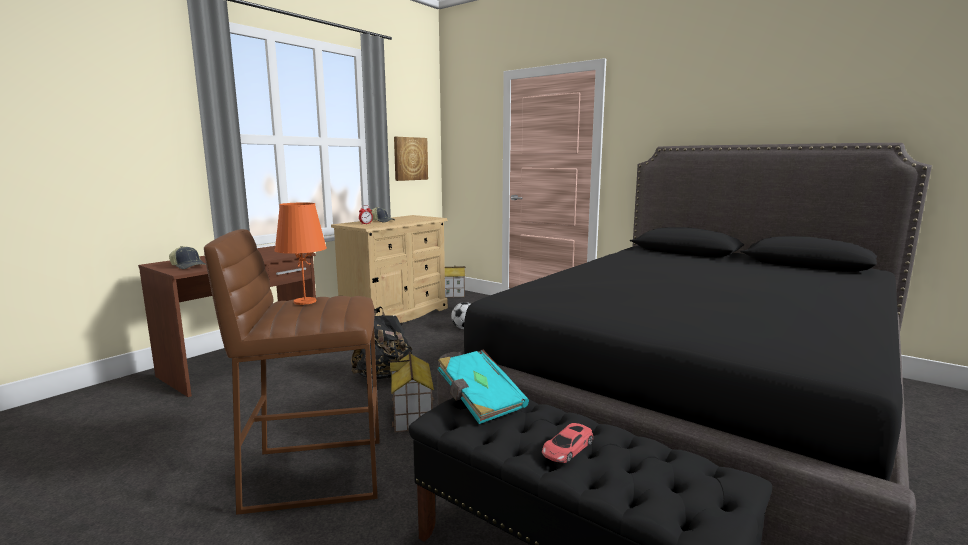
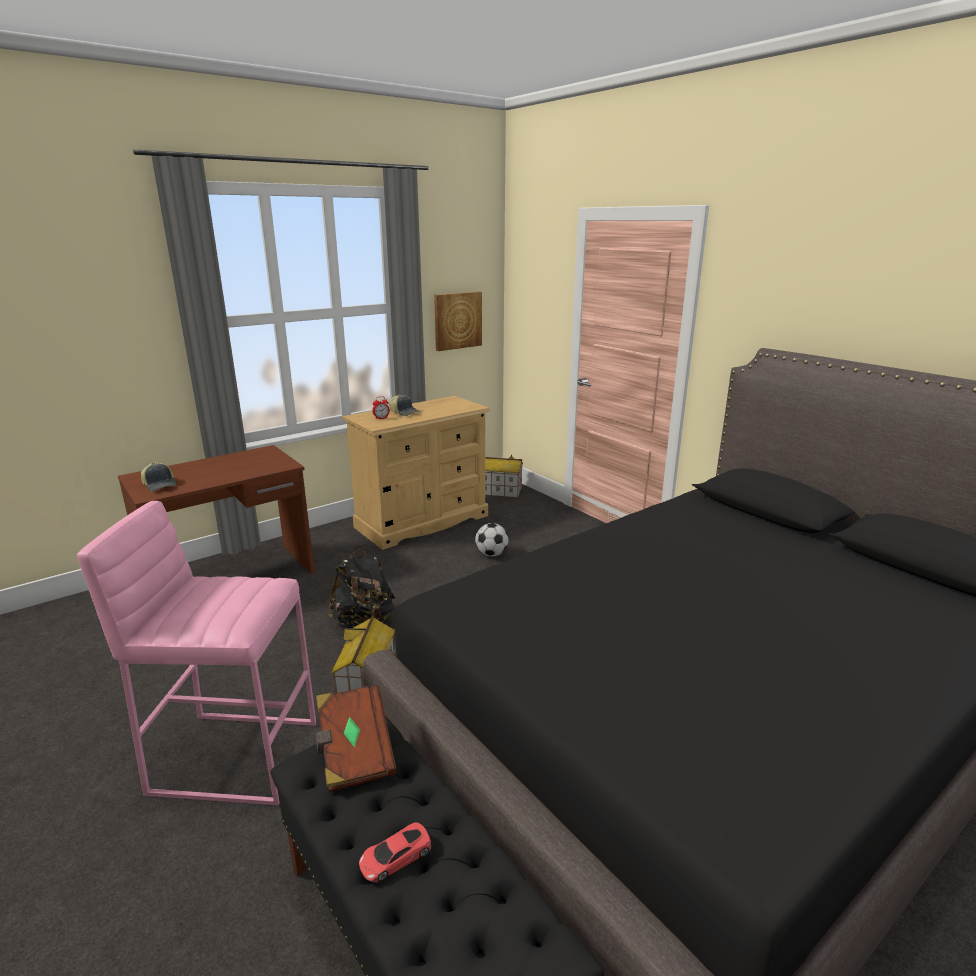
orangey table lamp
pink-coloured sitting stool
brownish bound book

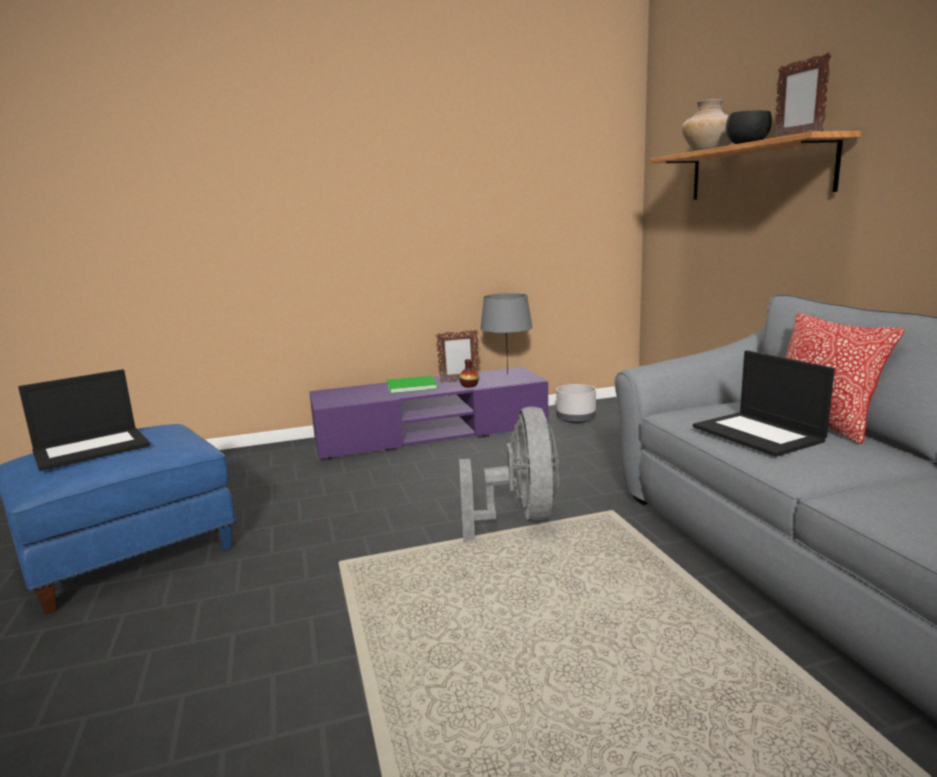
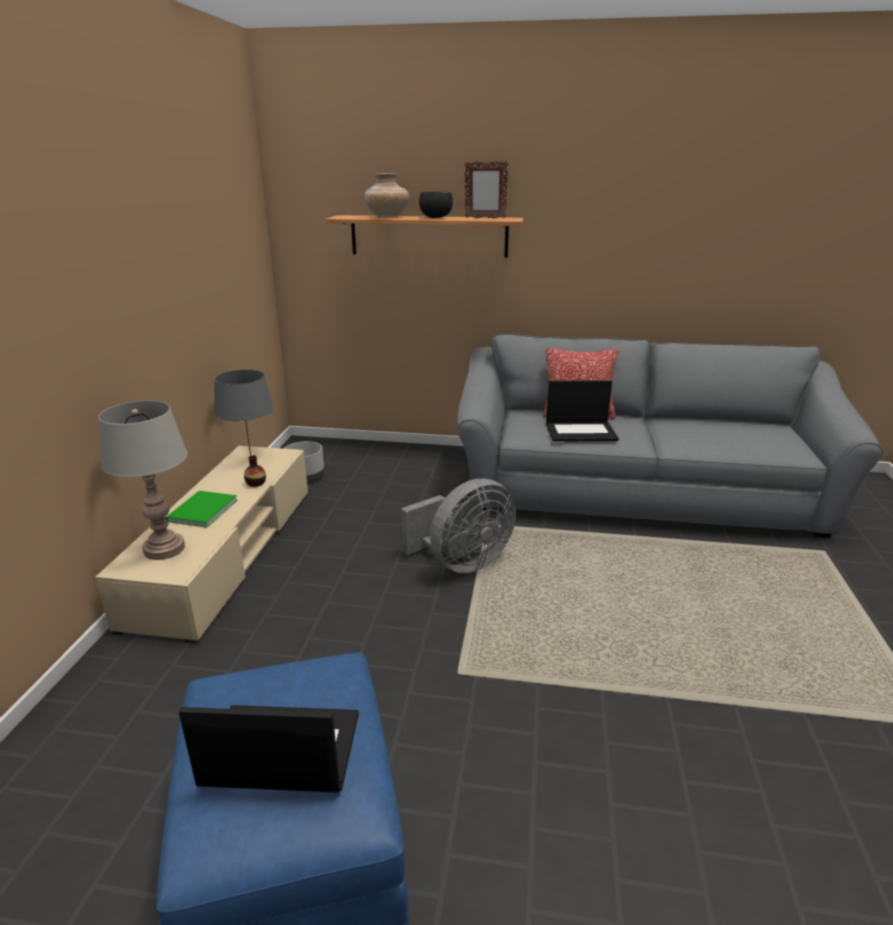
standing frame (no. 1 from left in the first image)
sand-coloured media console
portable computer (no. 1 from left)
grey fan
grey table lamp (no. 1 from left)

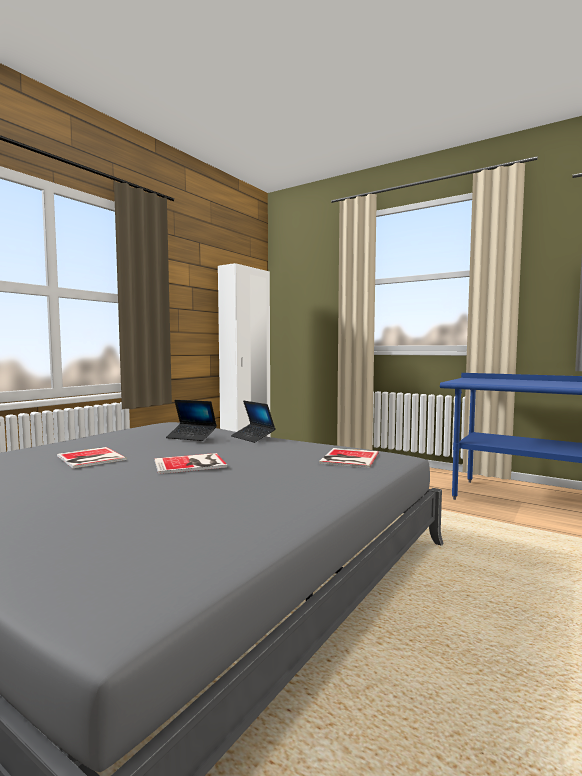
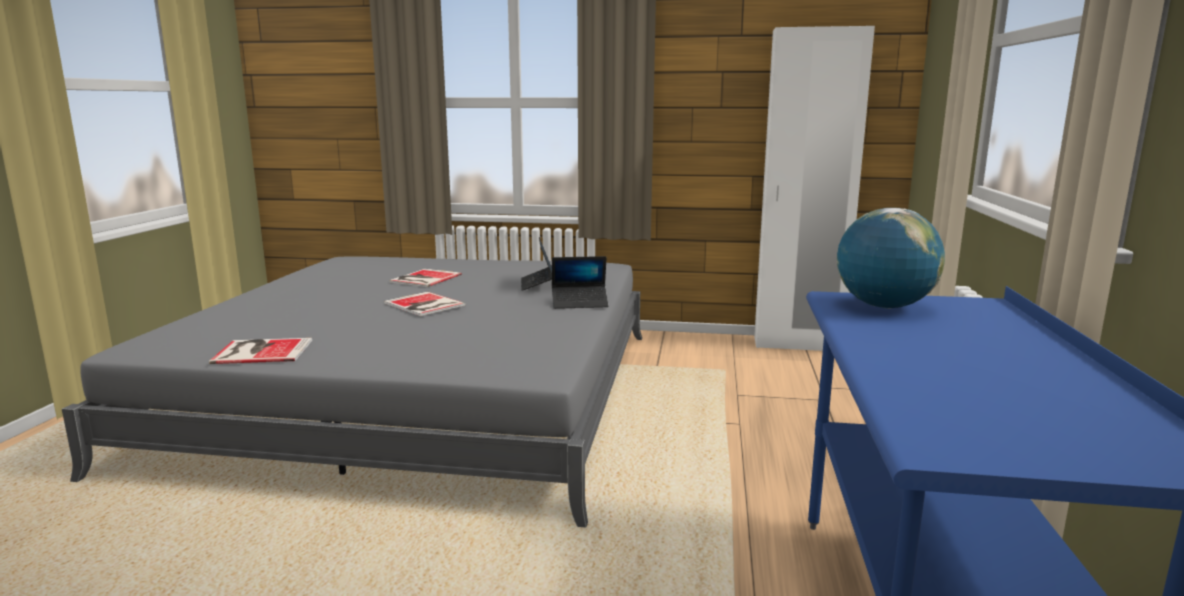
portable computer (no. 2 from left)
bound book (no. 1 from left)
desk globe

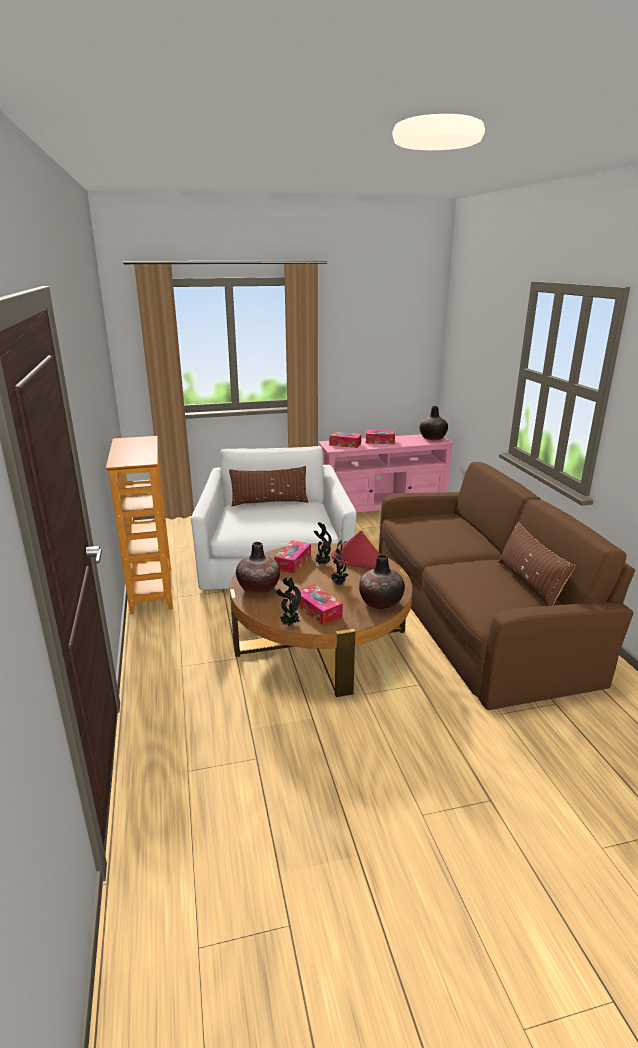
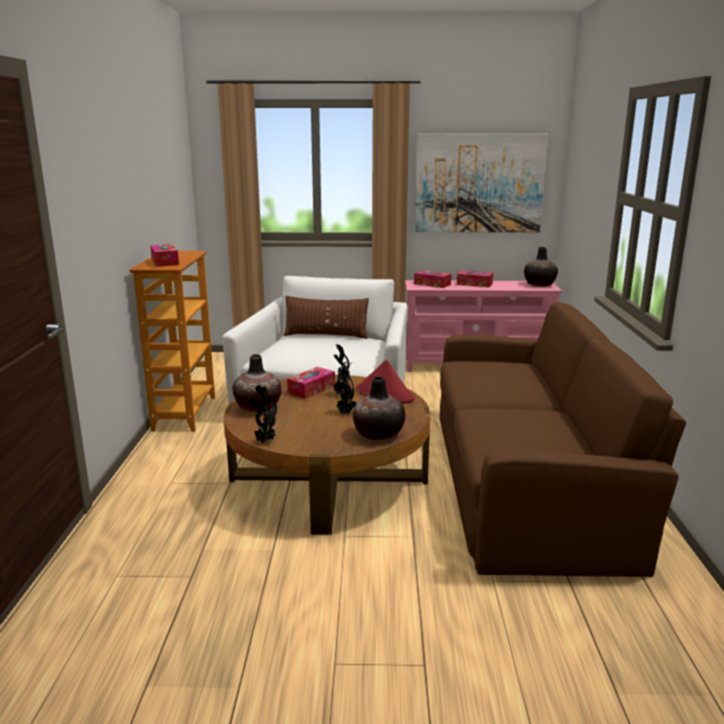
brownish throw pillow (no. 2 from left in the first image)
tissue holder (no. 1 from left)
wall art

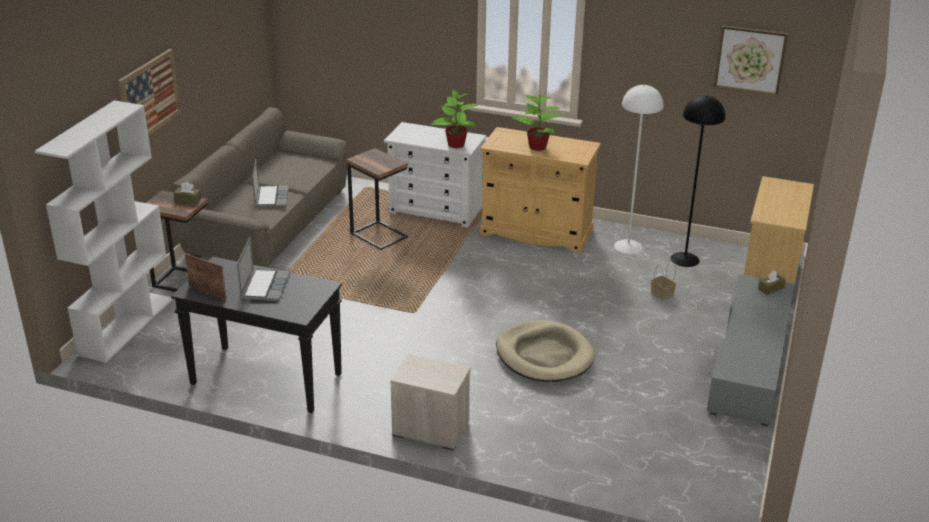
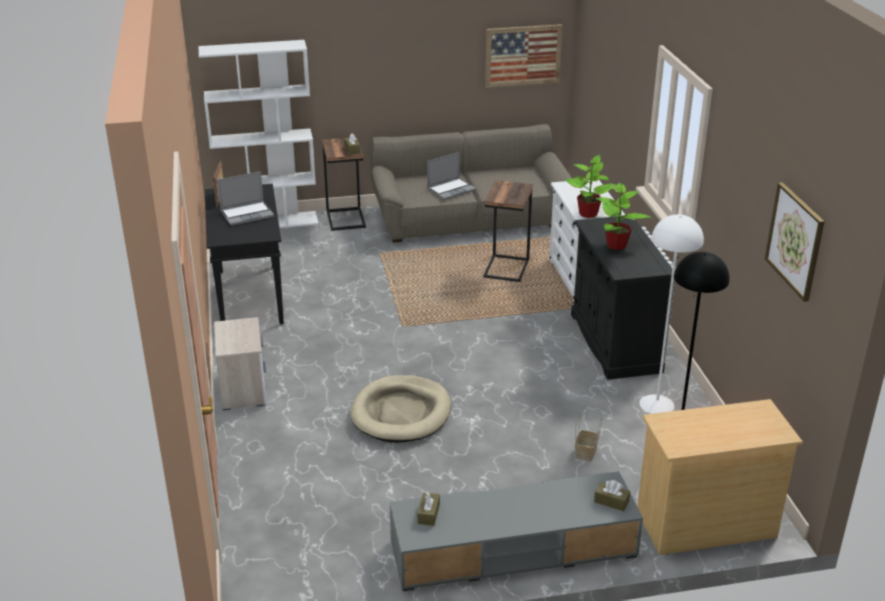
wall art (no. 1 from left)
black storage cabinet
brownish tissue holder (no. 2 from left)

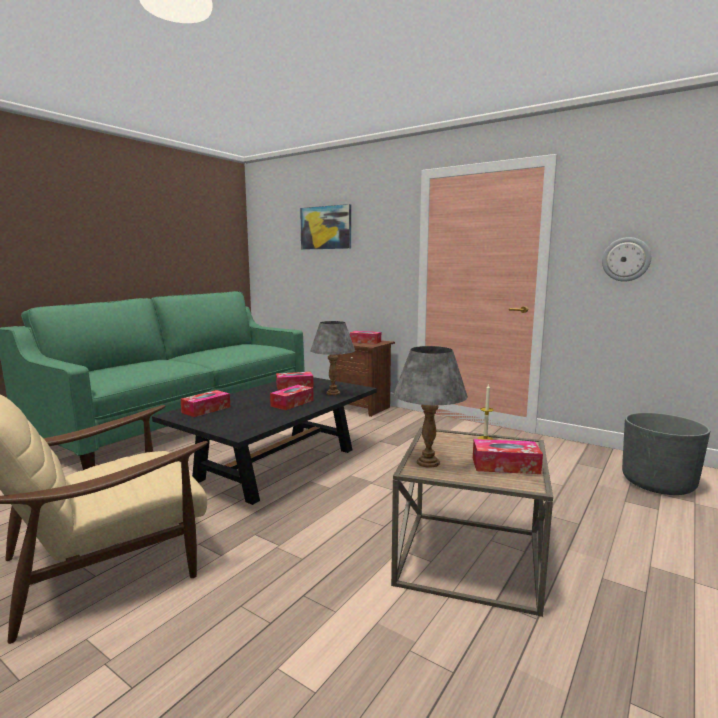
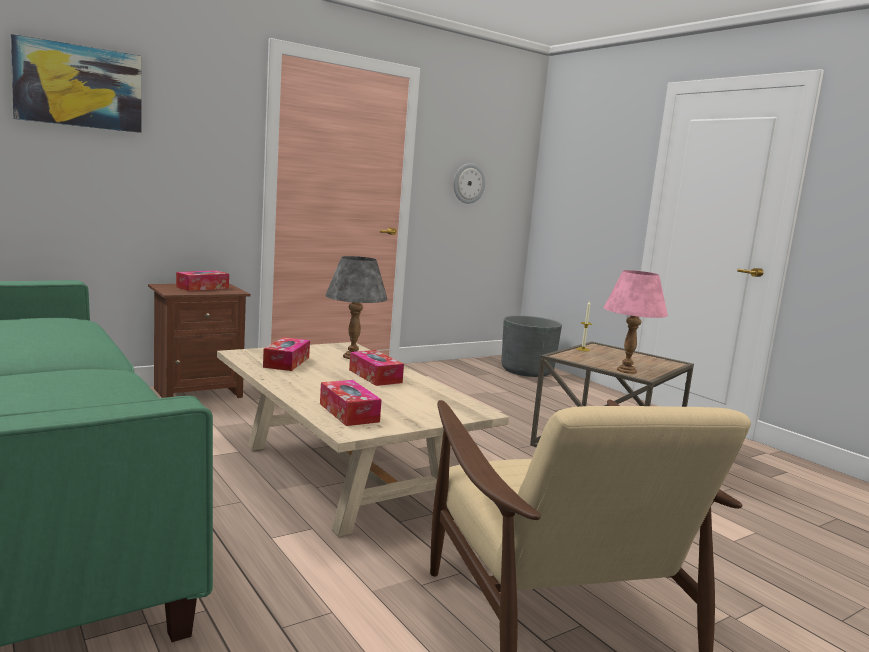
pink-coloured table lamp
sand-coloured low table
tissue holder (no. 5 from left in the first image)

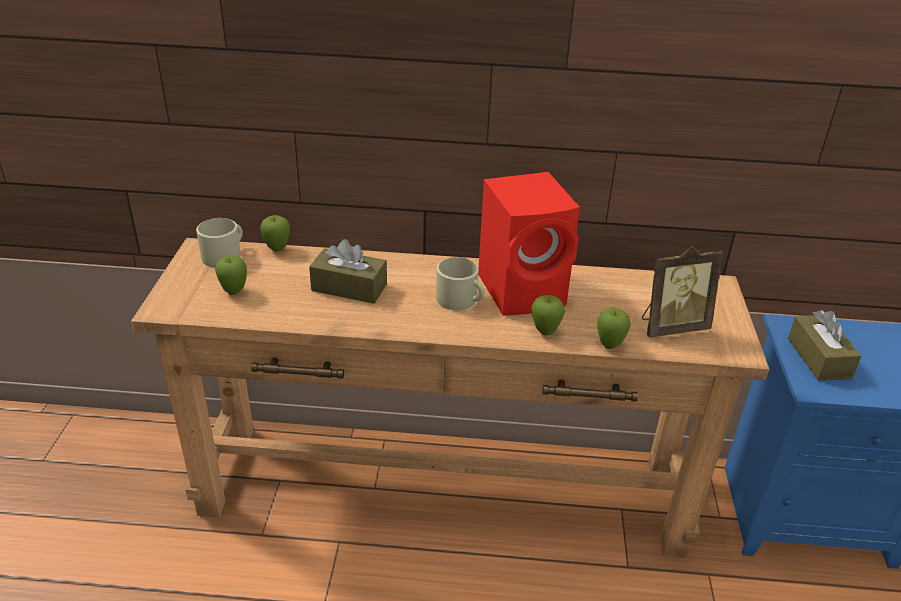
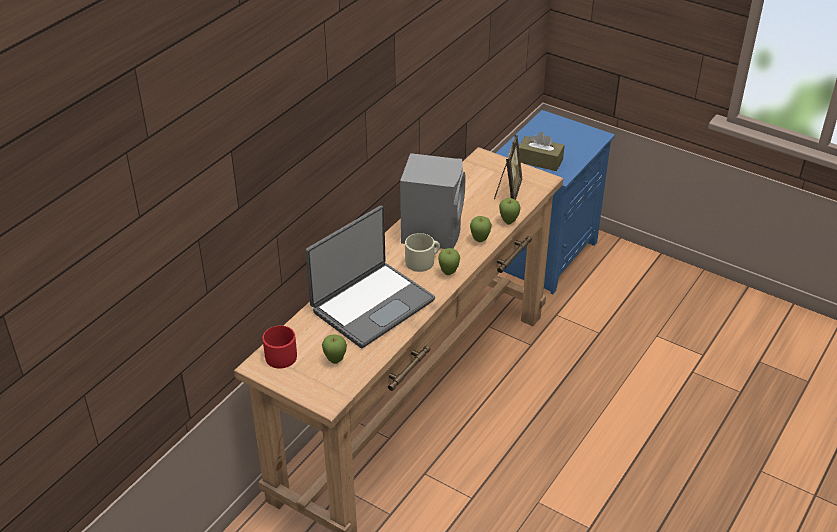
grey speaker
apple (no. 2 from left)
red tea mug
portable computer

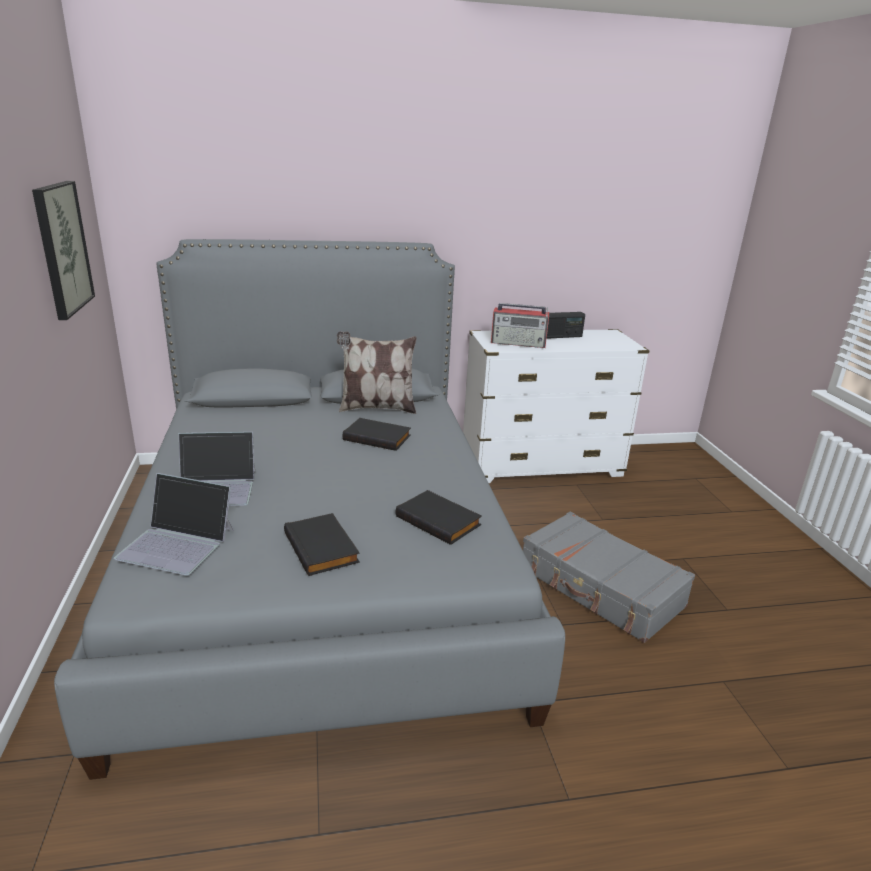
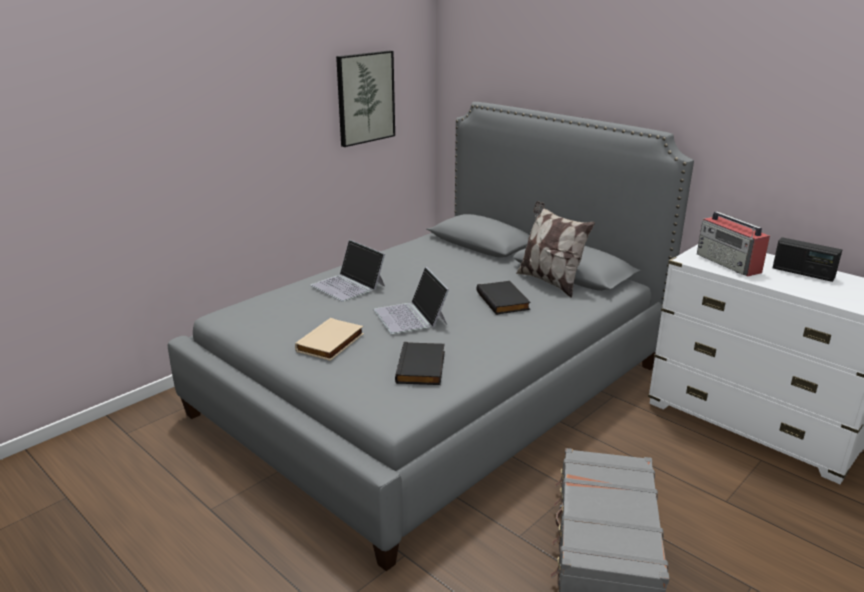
portable computer (no. 2 from left)
sand-coloured bound book

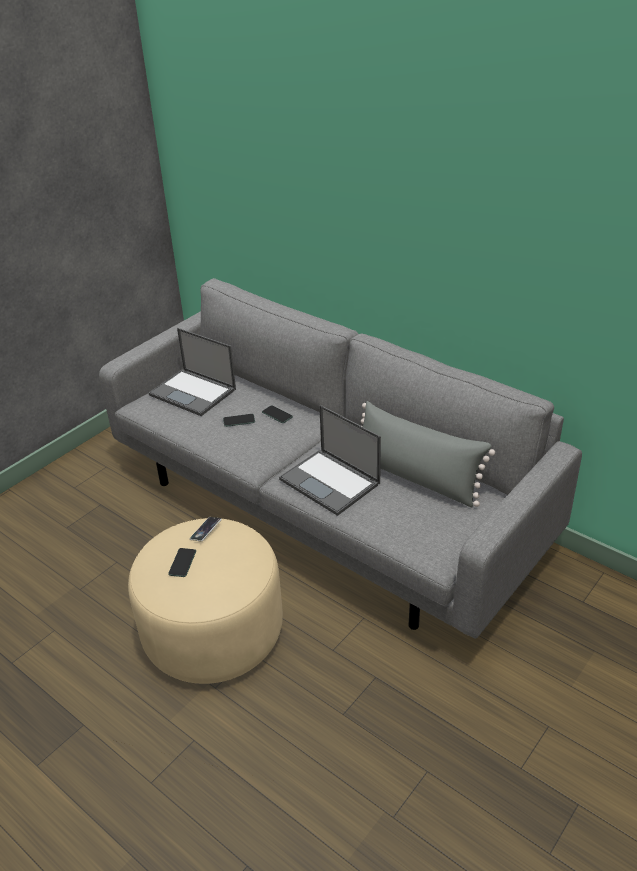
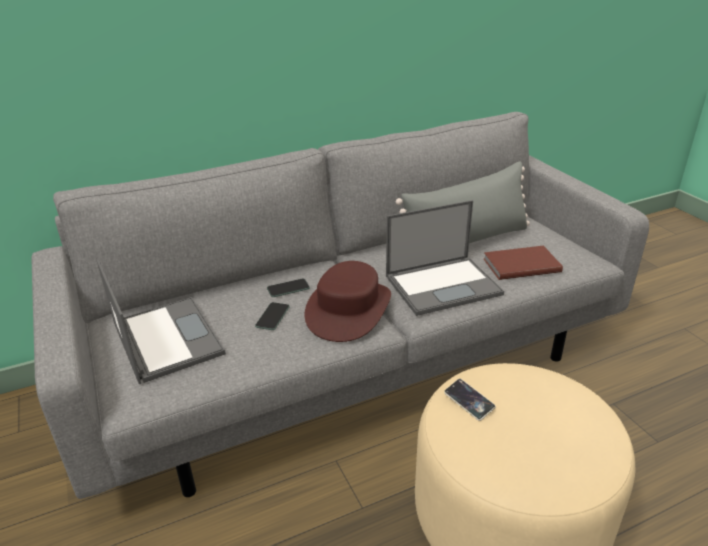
portable computer (no. 1 from left)
telephone (no. 1 from left in the first image)
brownish bound book
brownish wearable hat

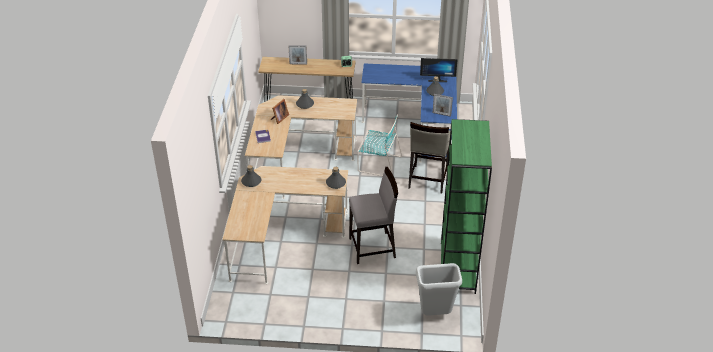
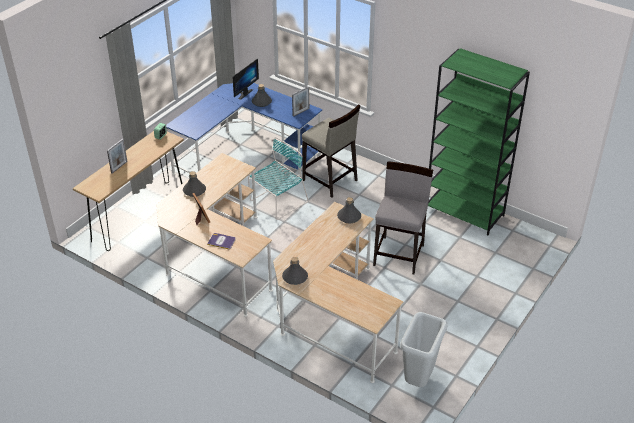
grey rubbish bin

